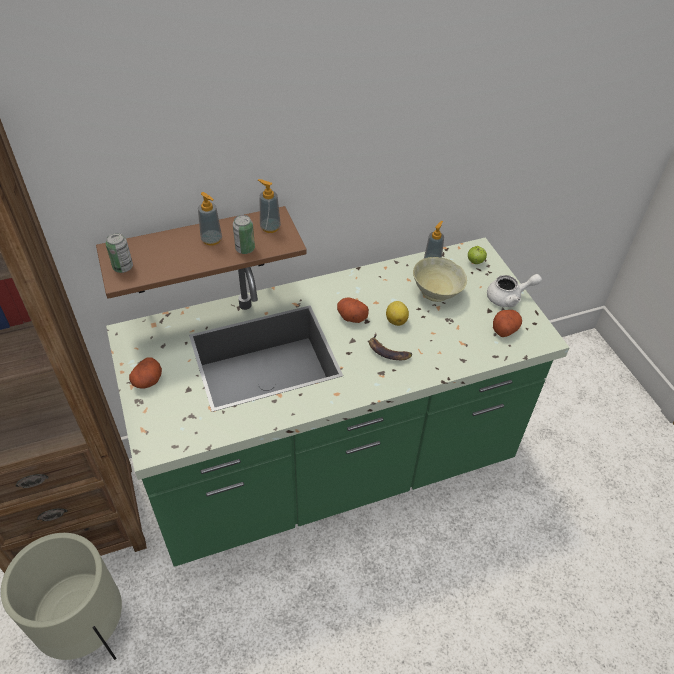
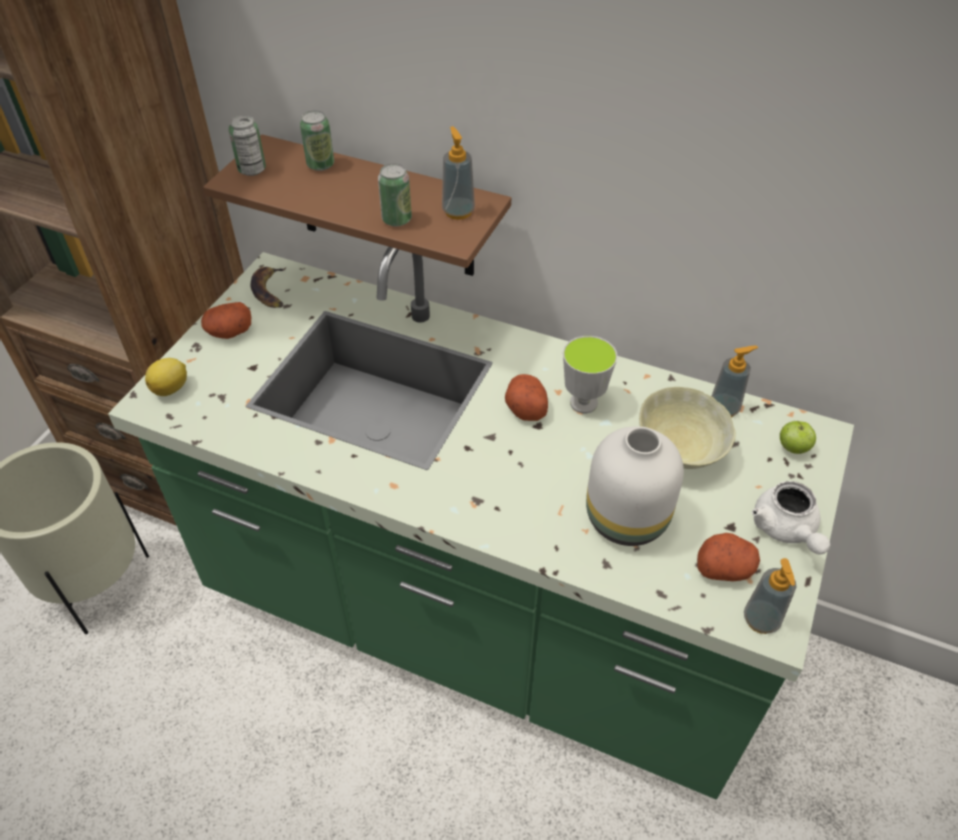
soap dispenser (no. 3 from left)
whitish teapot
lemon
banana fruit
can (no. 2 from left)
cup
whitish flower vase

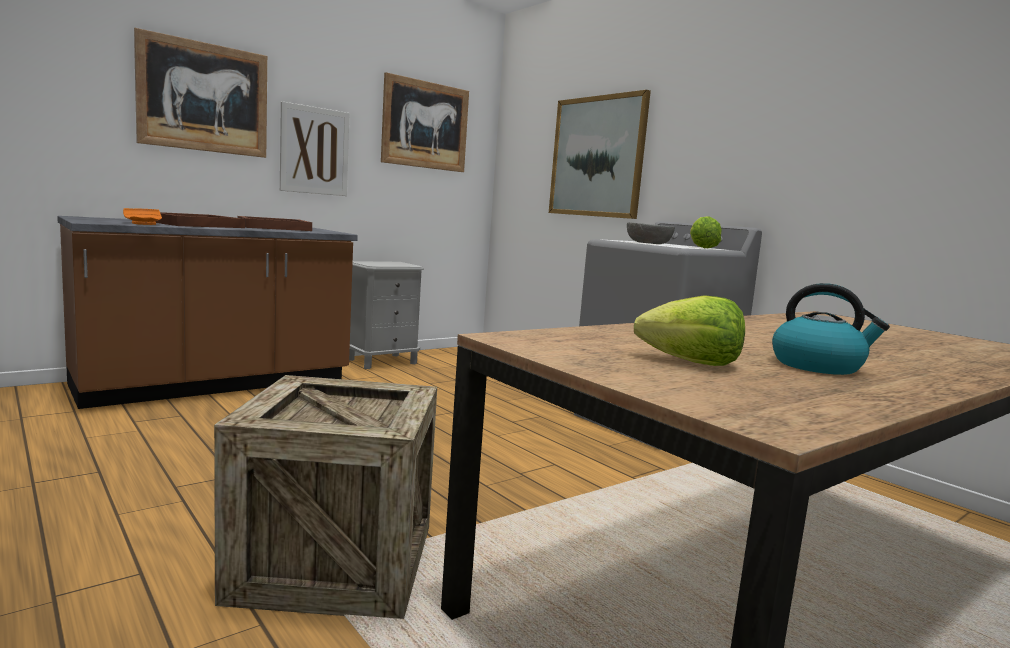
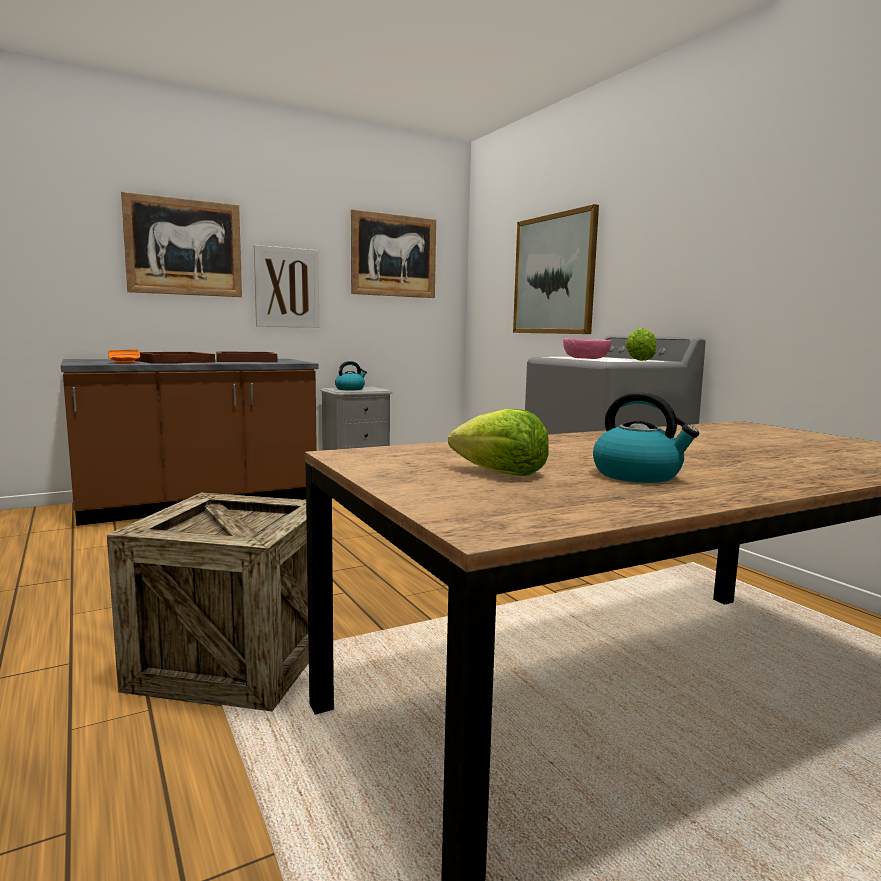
pink-coloured serving bowl
water kettle (no. 1 from left)

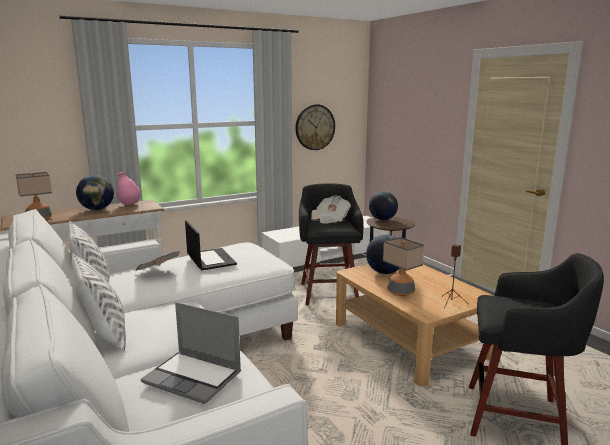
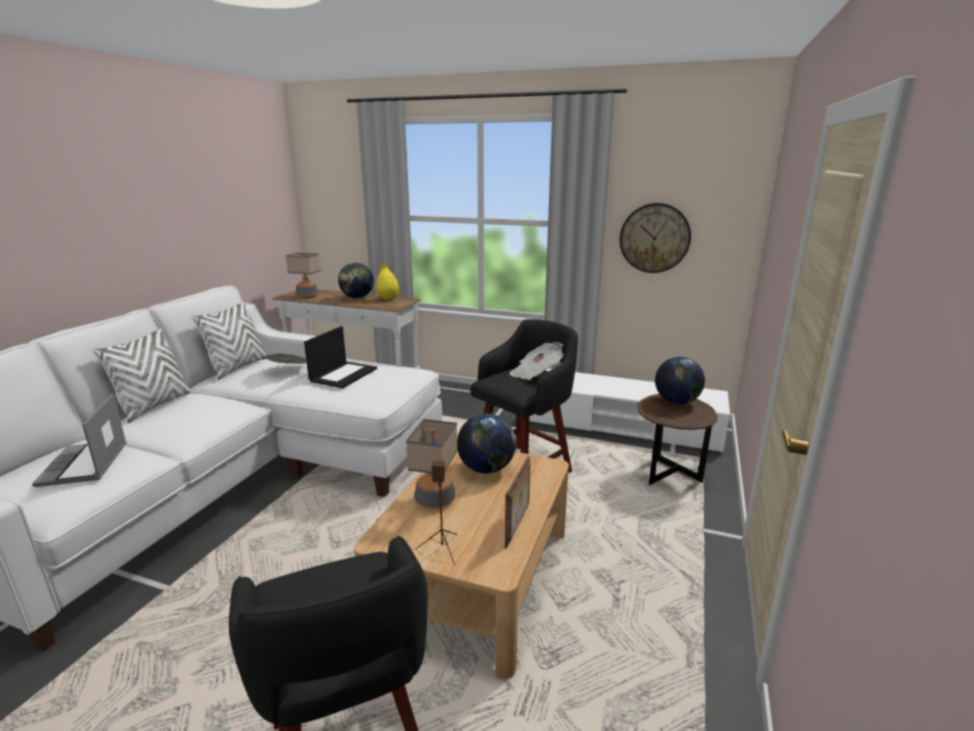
yellow flower vase
standing frame

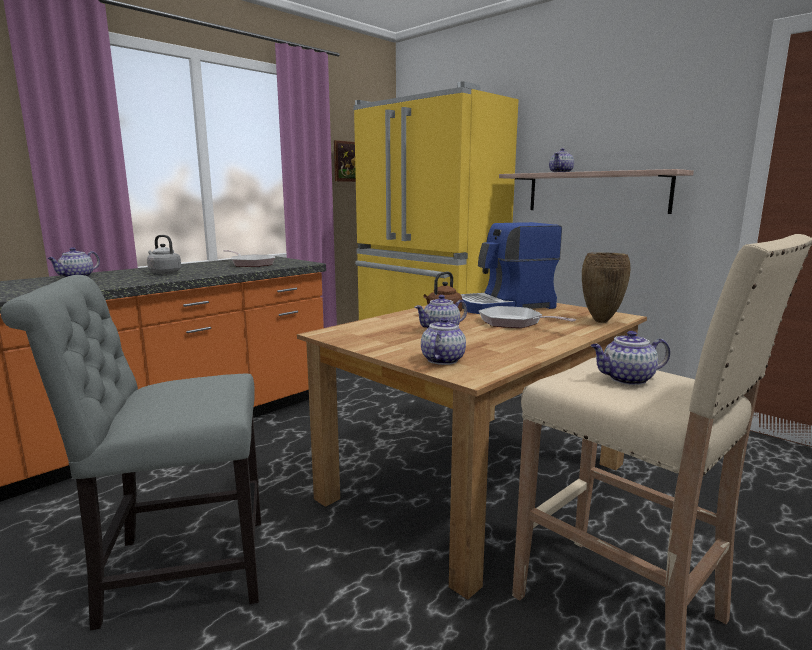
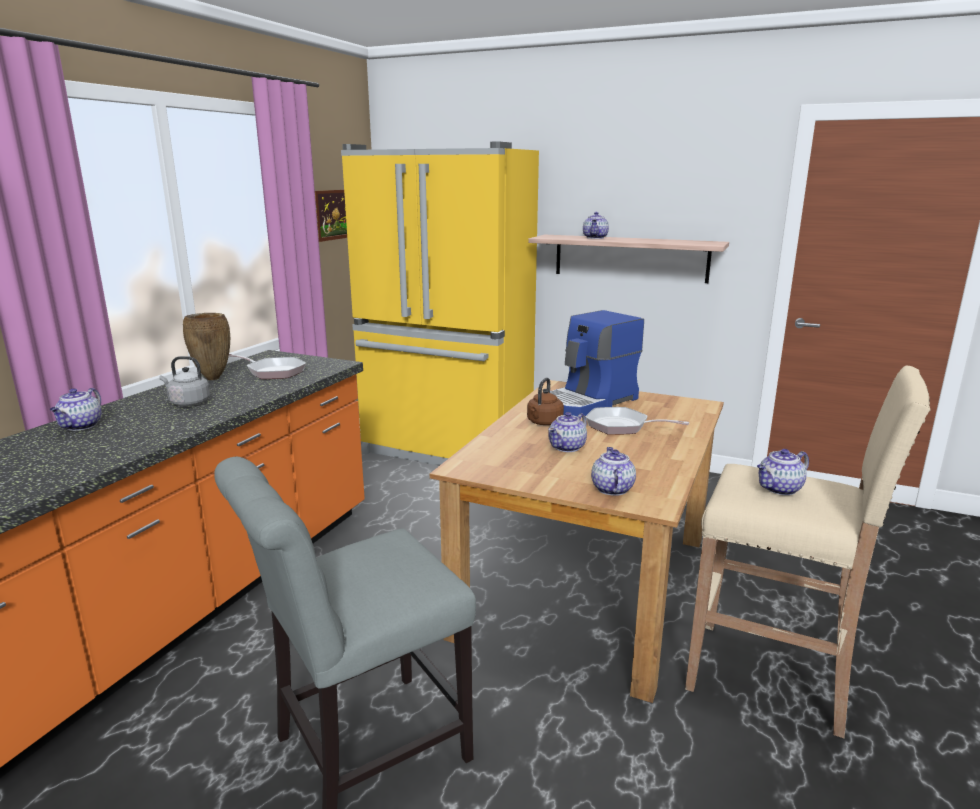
brownish flower vase

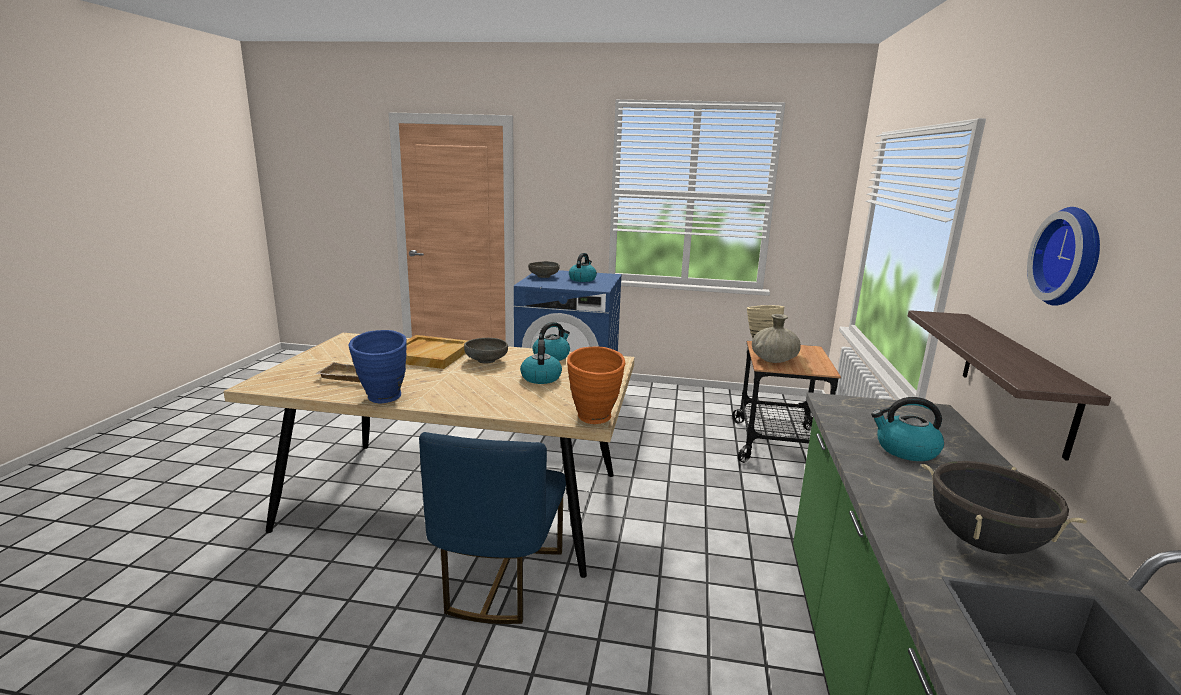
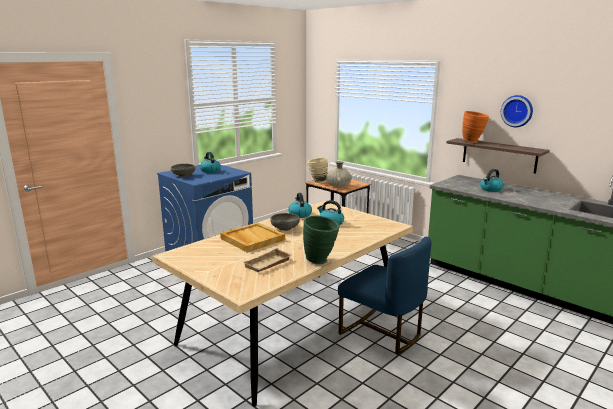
greenish flower vase
orangey flower vase
black stockpot

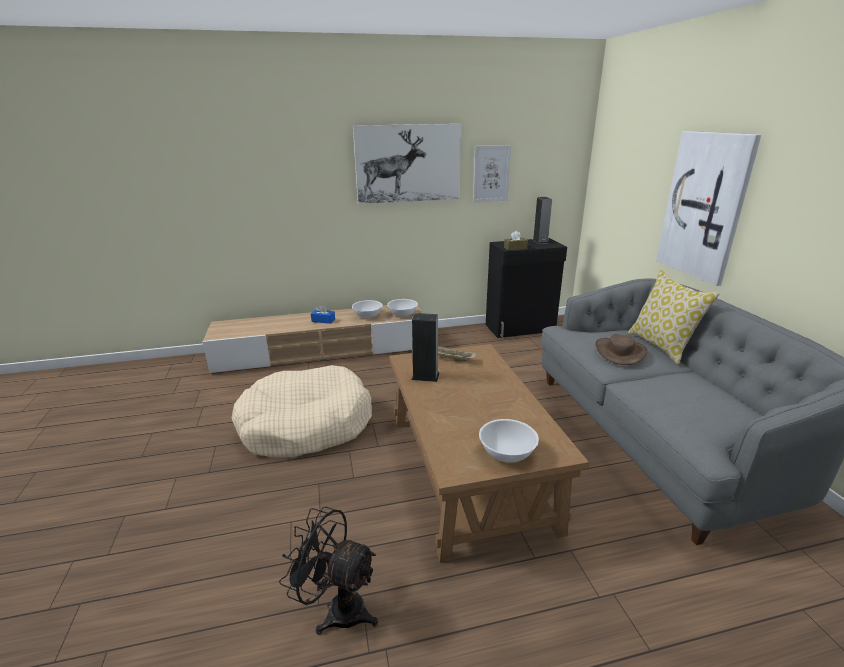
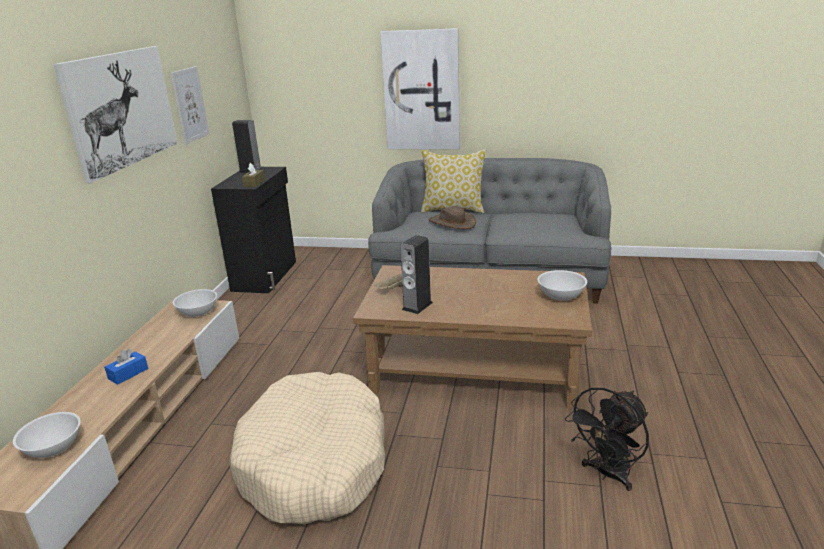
whitish serving bowl (no. 1 from left)

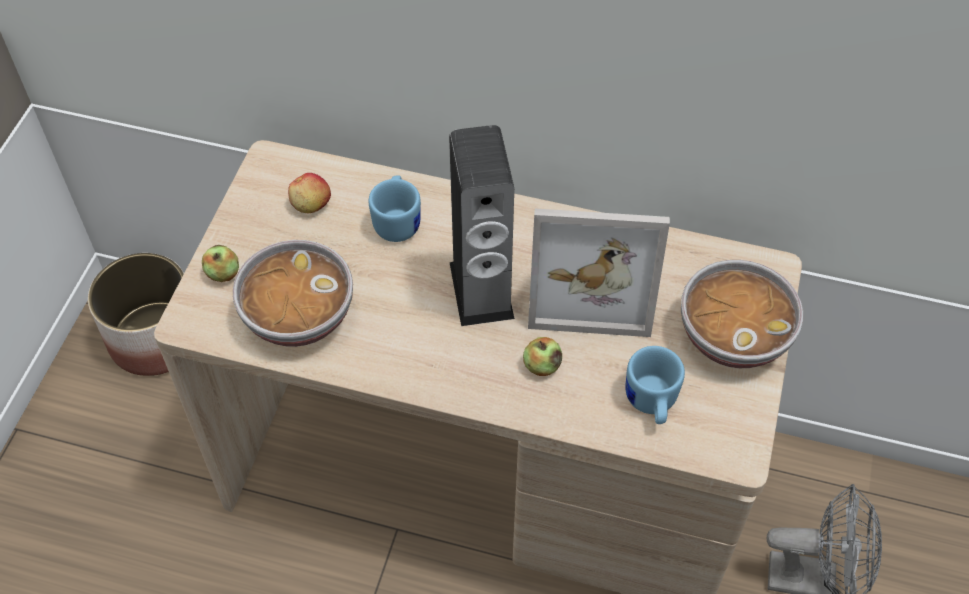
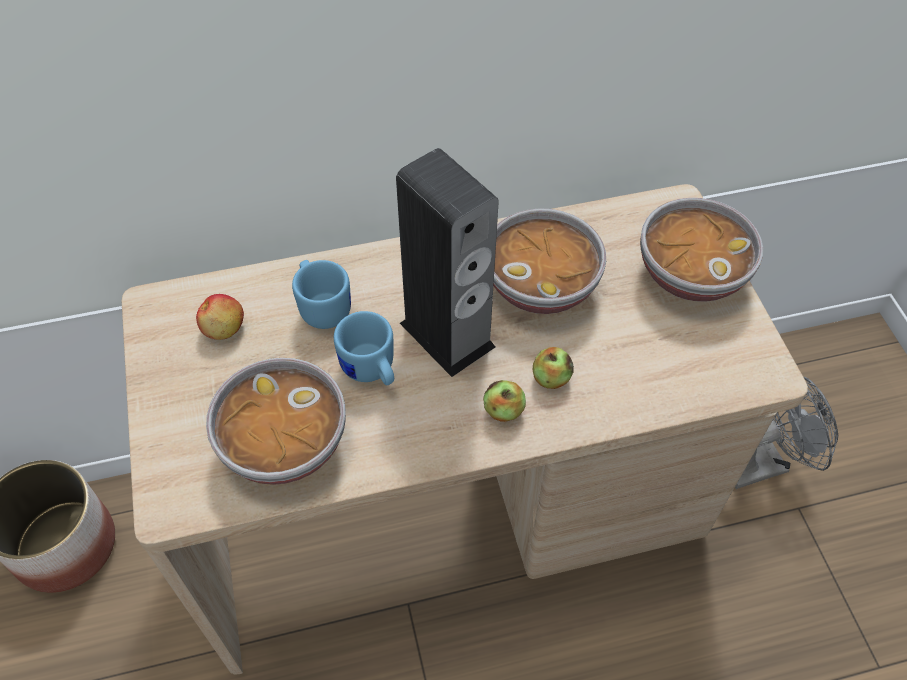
serving bowl (no. 2 from left)
apple (no. 2 from left)
blue-coloured tea mug (no. 2 from left)

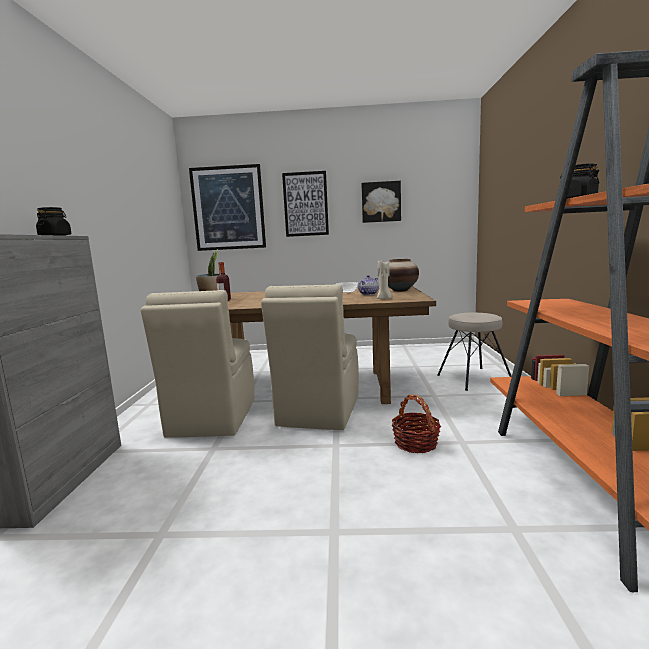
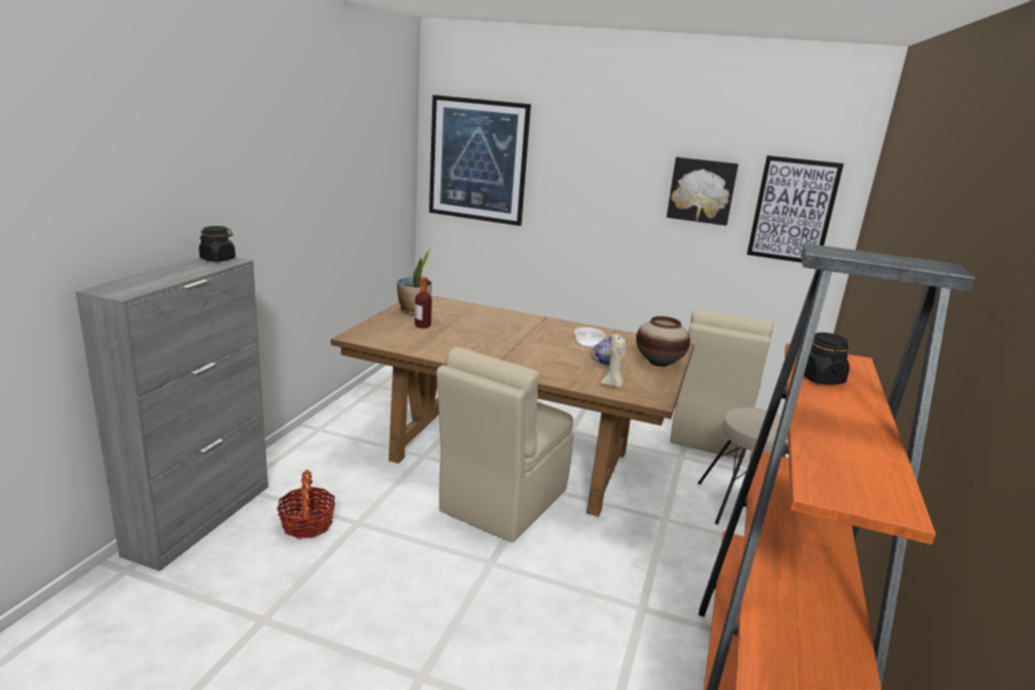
wall art (no. 3 from left)
sand-coloured upright chair (no. 2 from left)
household basket

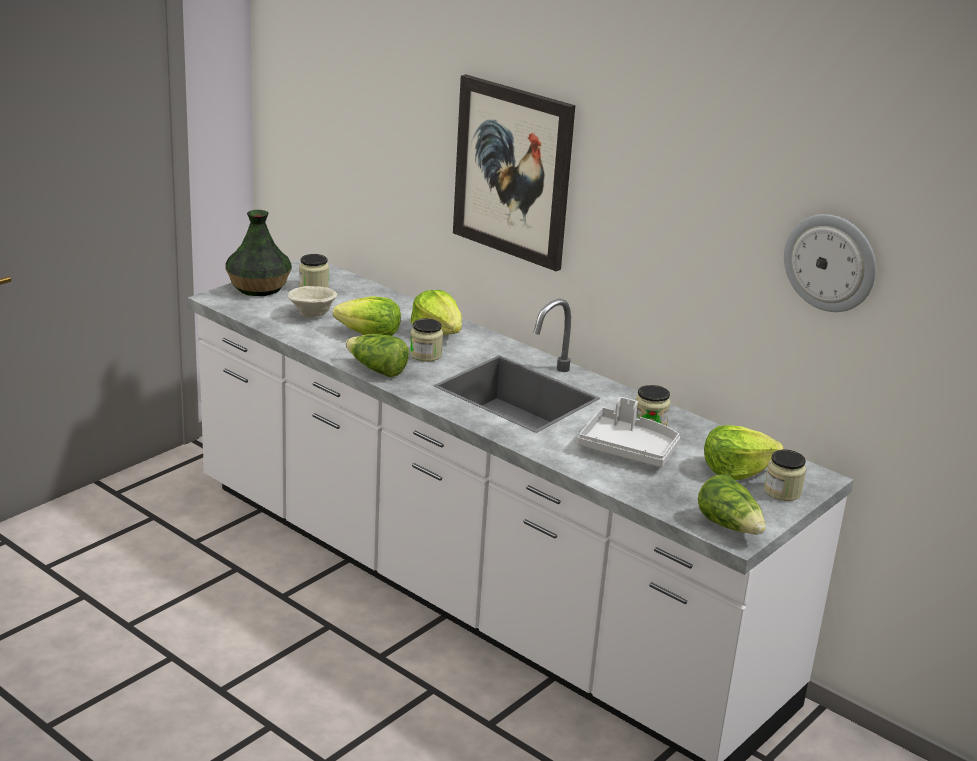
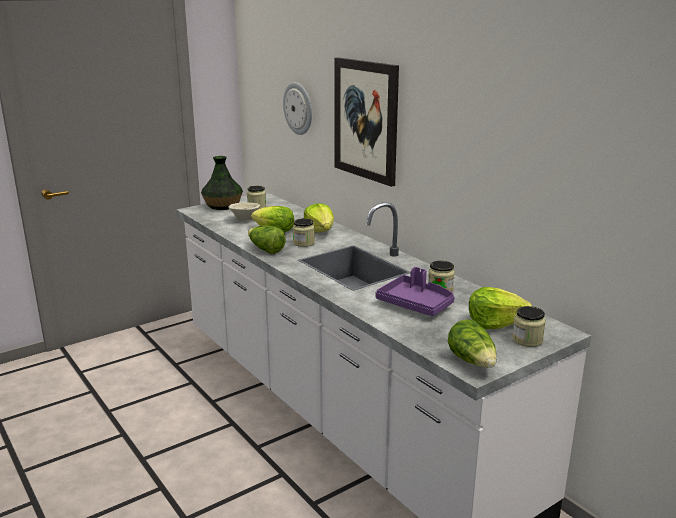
clock on the wall
purplish serving tray

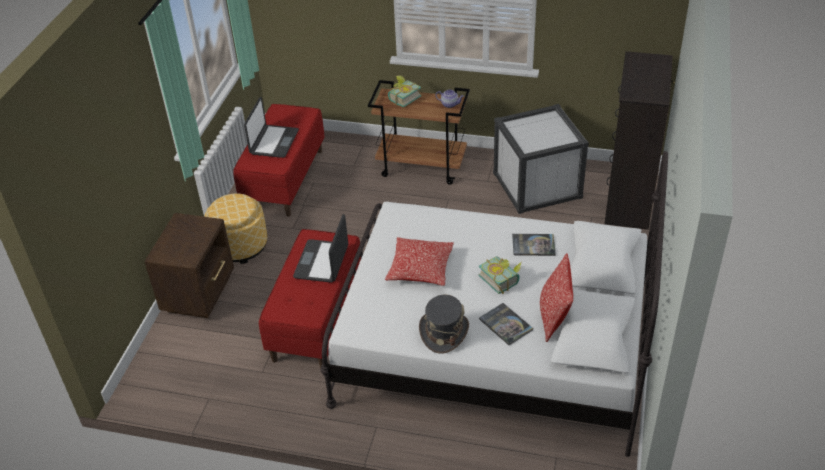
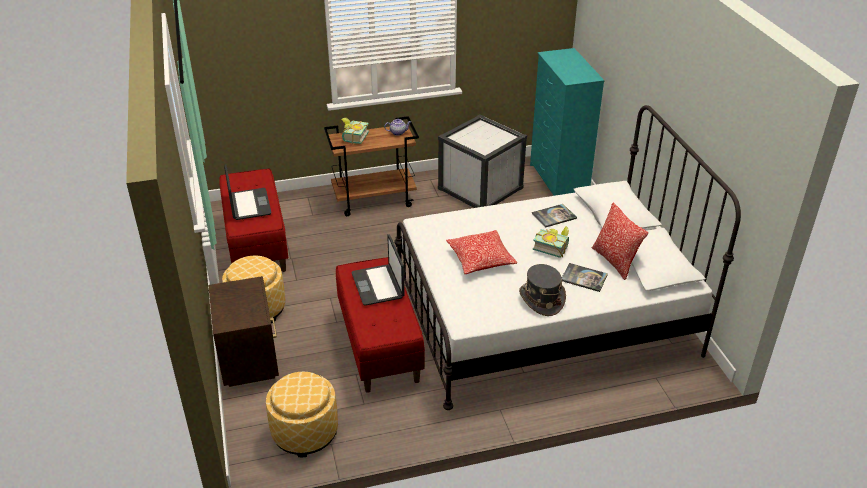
turquoise dresser
pouffe (no. 2 from left)

